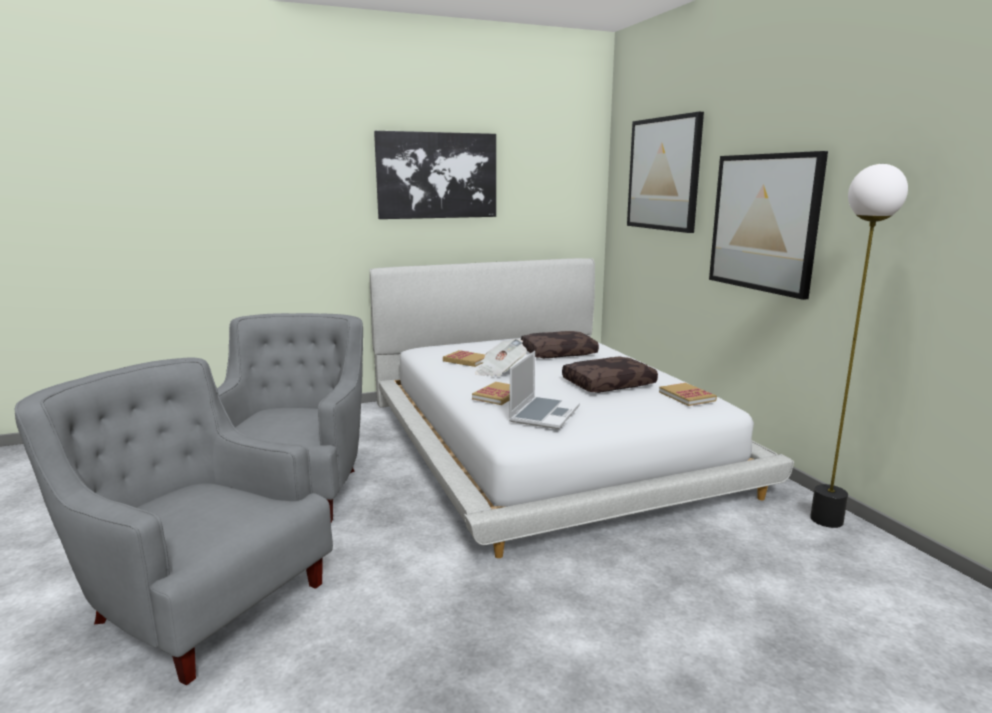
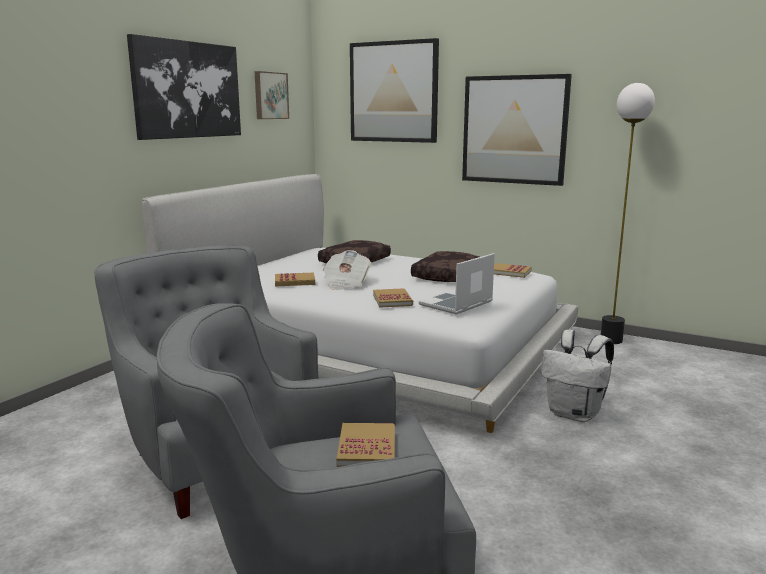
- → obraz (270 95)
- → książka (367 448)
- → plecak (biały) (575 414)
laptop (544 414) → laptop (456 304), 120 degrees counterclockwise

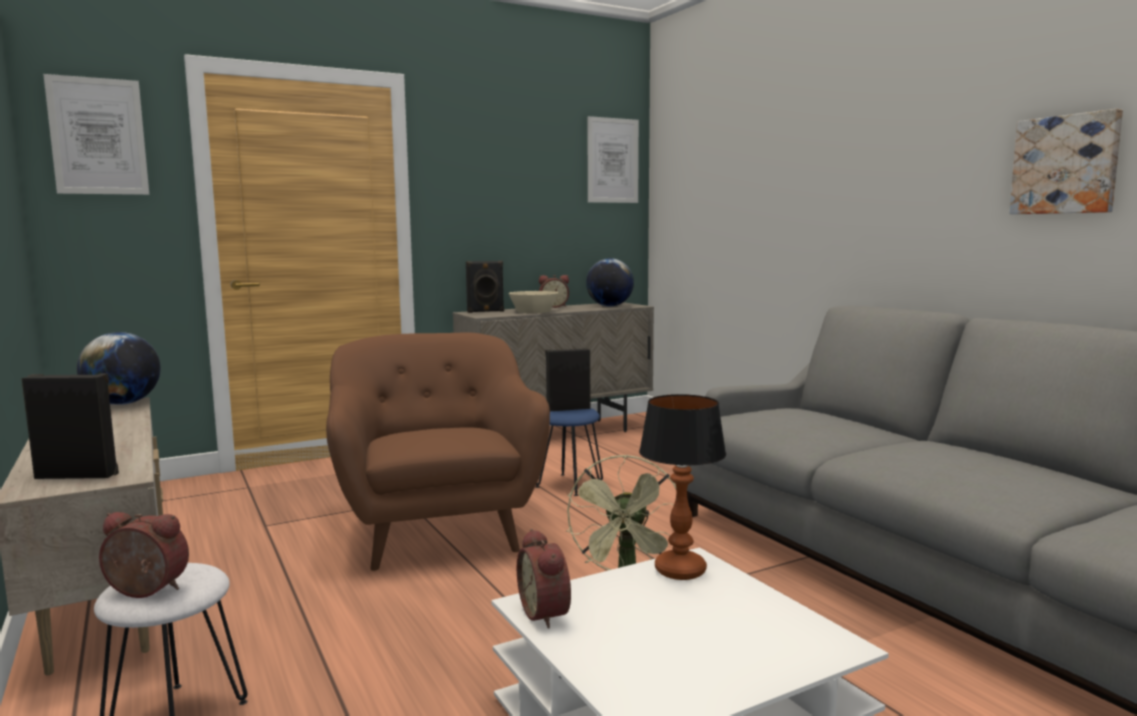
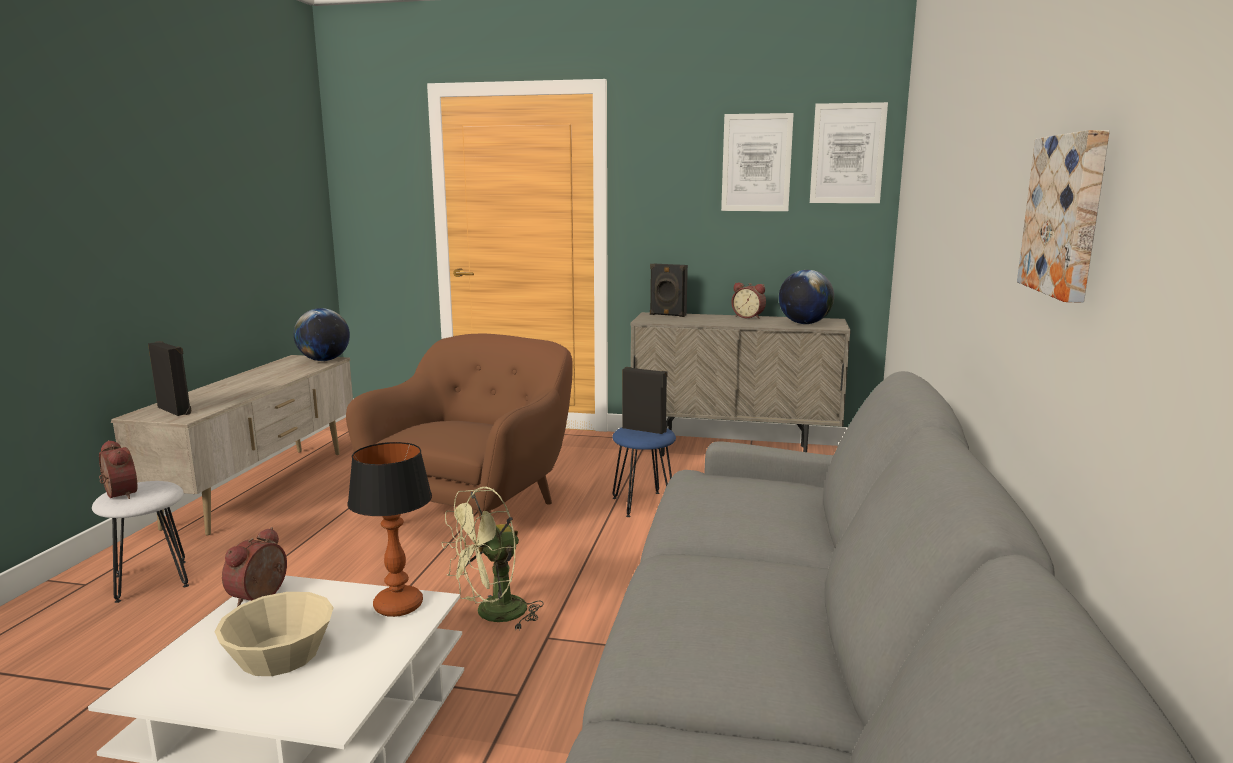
obraz (98 136) → obraz (756 163), moved
miska (beżowy) (534 311) → miska (beżowy) (279 654), moved

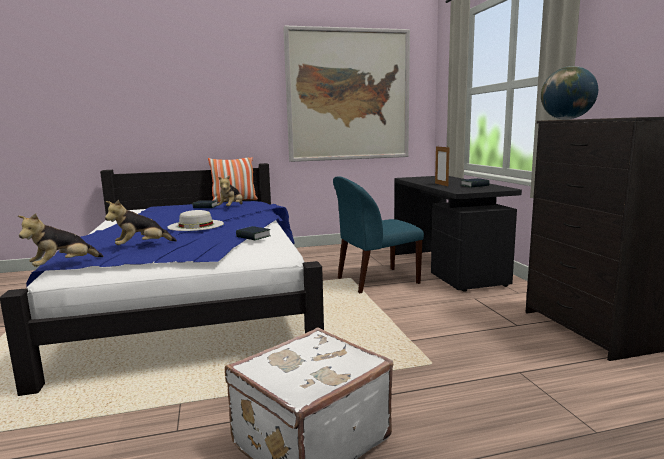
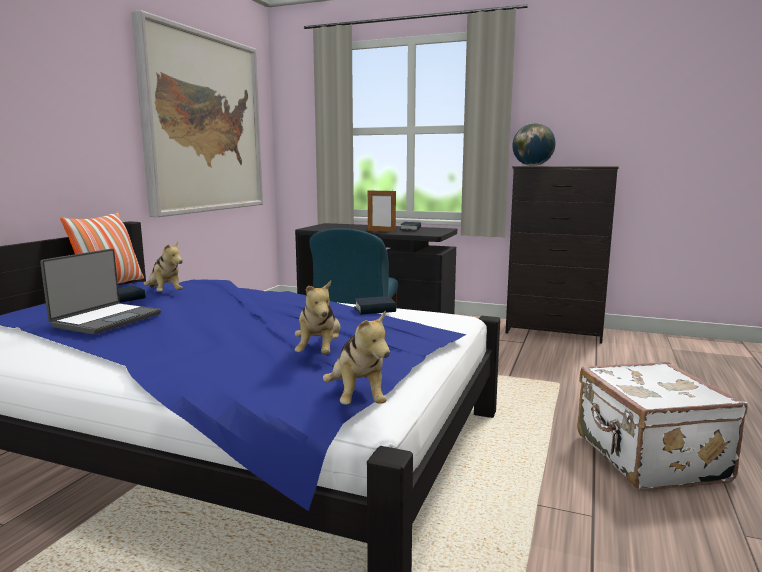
kapelusz (biały) (196 225) → -
- → laptop (106 320)

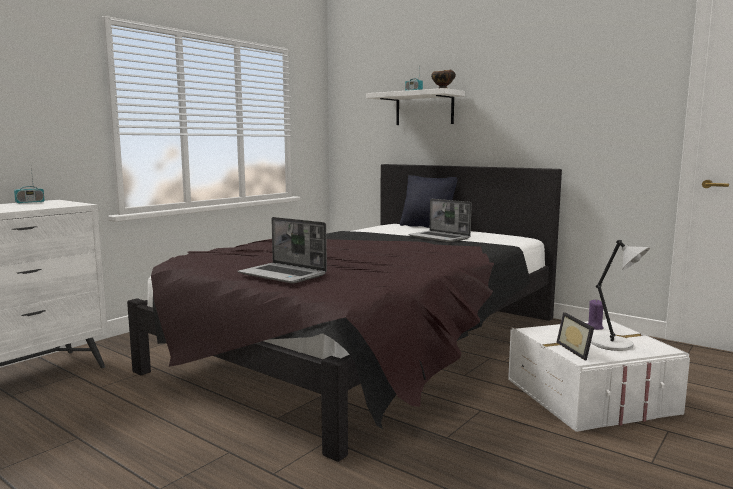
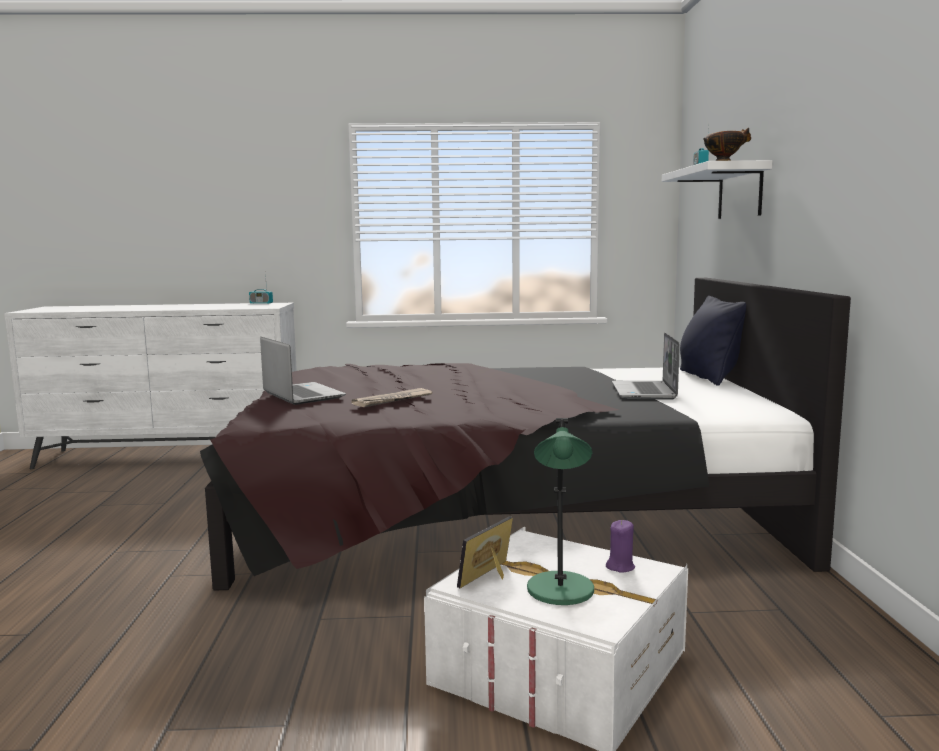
- → gazeta (393 400)
lampa stołowa (szary) (614 344) → lampa stołowa (zielony) (561 592)
laptop (283 275) → laptop (301 395), 150 degrees clockwise

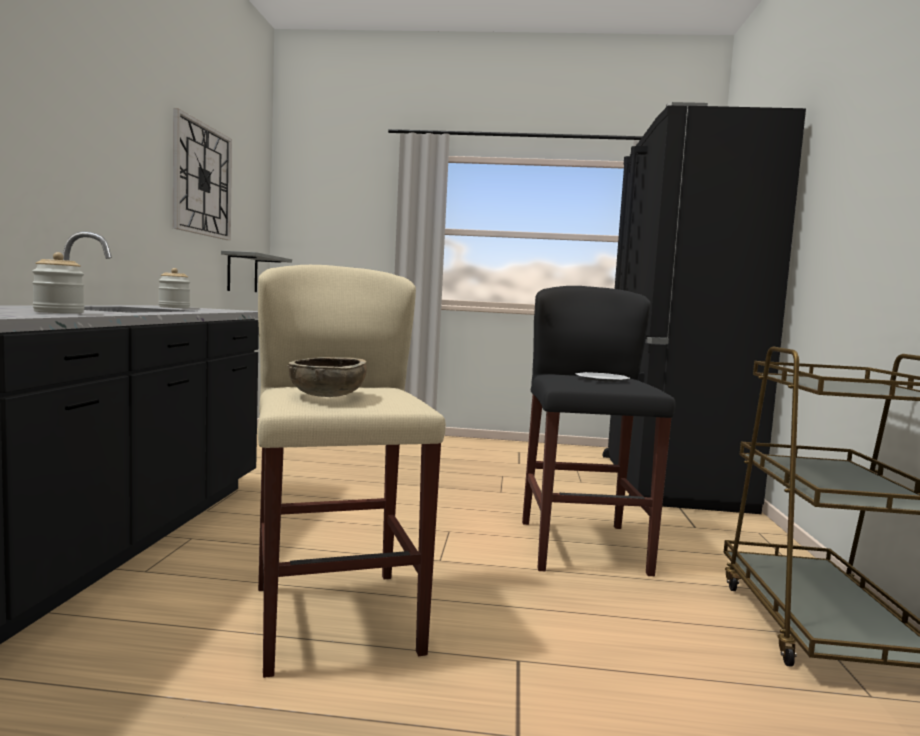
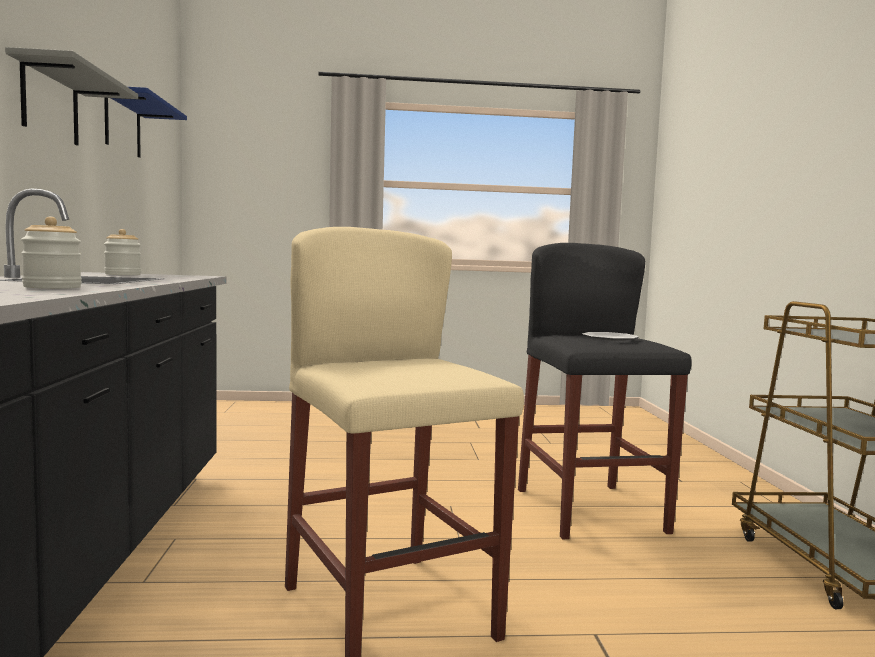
miska (brązowy) (327 396) → -
lodówka (czarny) (666 481) → -
półka (szary) (242 273) → półka (szary) (50 104), moved
zegar ścienny (202 180) → półka (niebieski) (122 126)

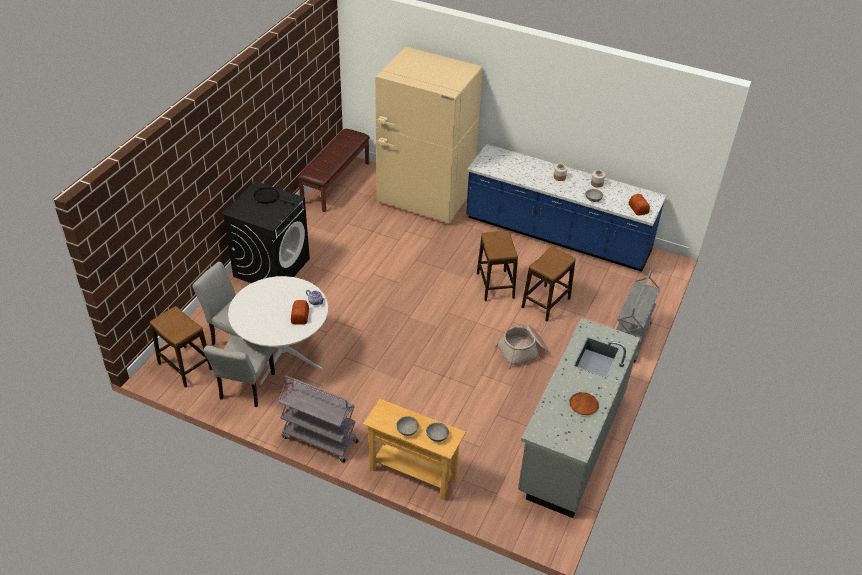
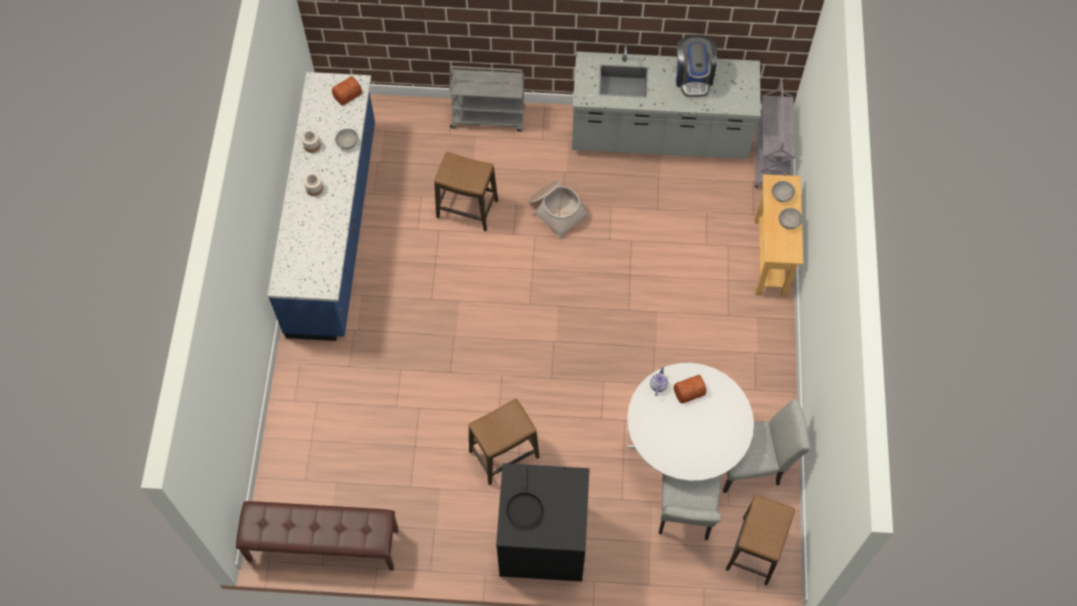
lodówka (beżowy) (425 199) → -
wózek (szary) (319 440) → wózek (szary) (769 159), moved
stołek (495 286) → stołek (504 454), moved
talerz (brązowy) (583 405) → ekspres do kawy (693 77)

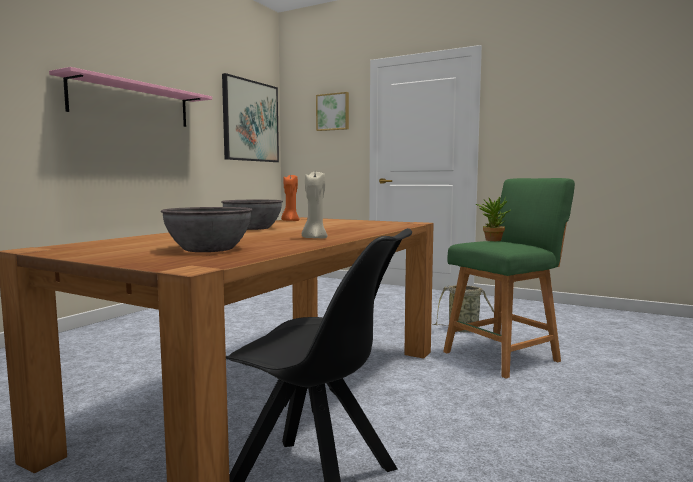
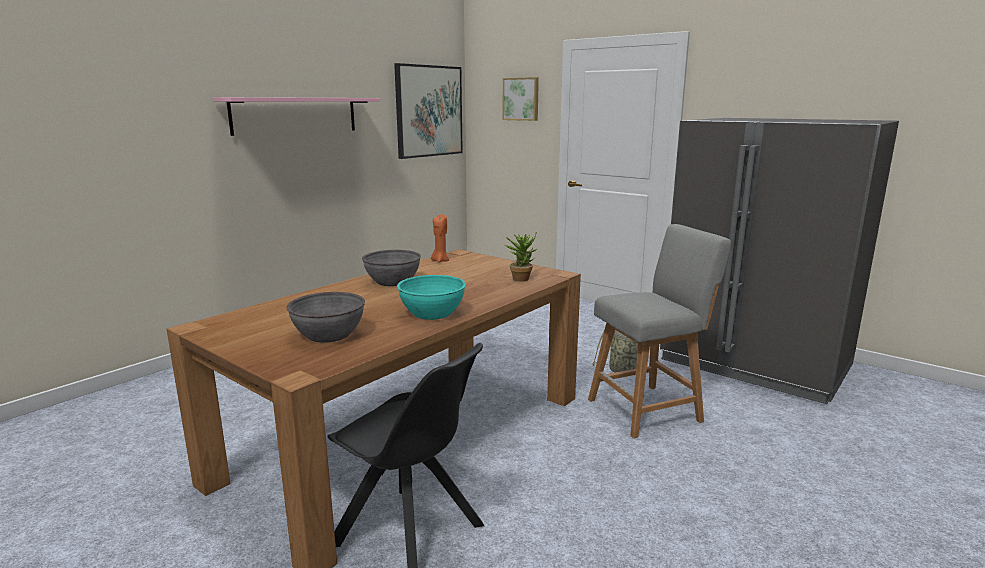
- → lodówka (szary) (755 363)
roślina doniczkowa (492 240) → roślina doniczkowa (521 278), moved
świeca (beżowy) (314 238) → miska (turkusowy) (432 313)
stołek (zielony) (504 355) → stołek (szary) (649 409)

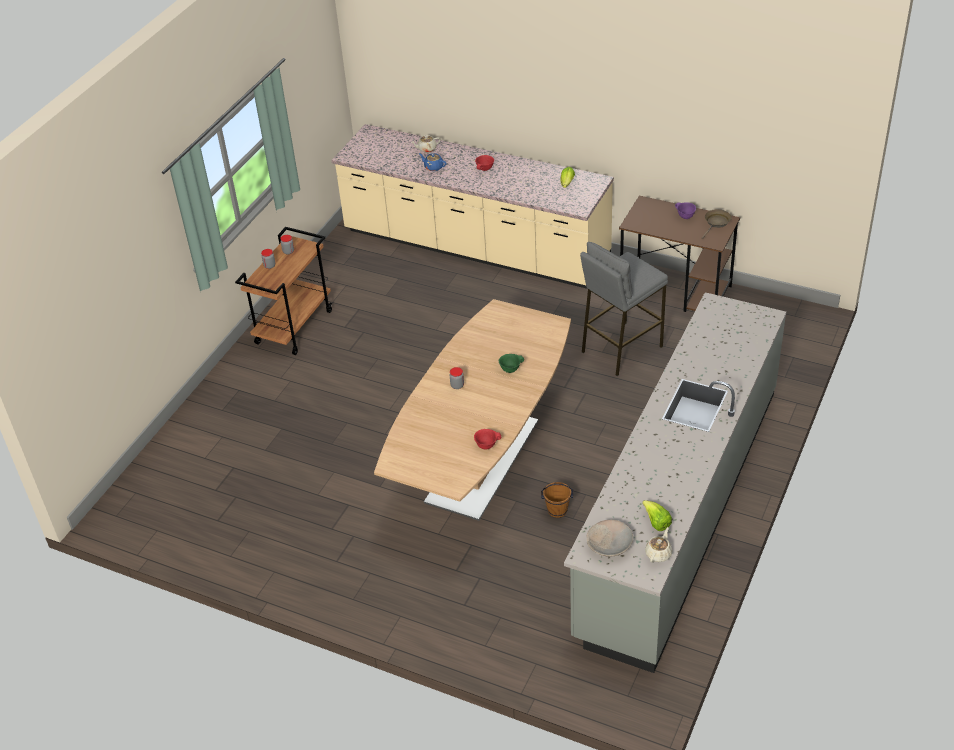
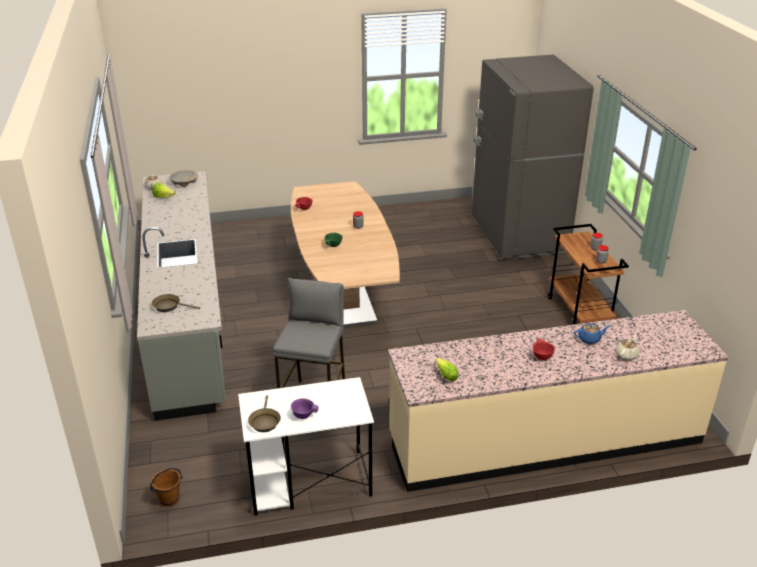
- → patelnia (brązowy) (169 306)
- → lodówka (szary) (518 236)
wiadro (brązowy) (557 511) → wiadro (brązowy) (169 499), moved
biurko (brązowy) (676 291) → biurko (biały) (308 482)

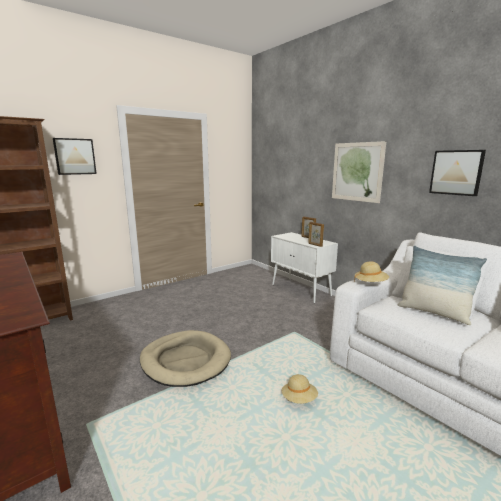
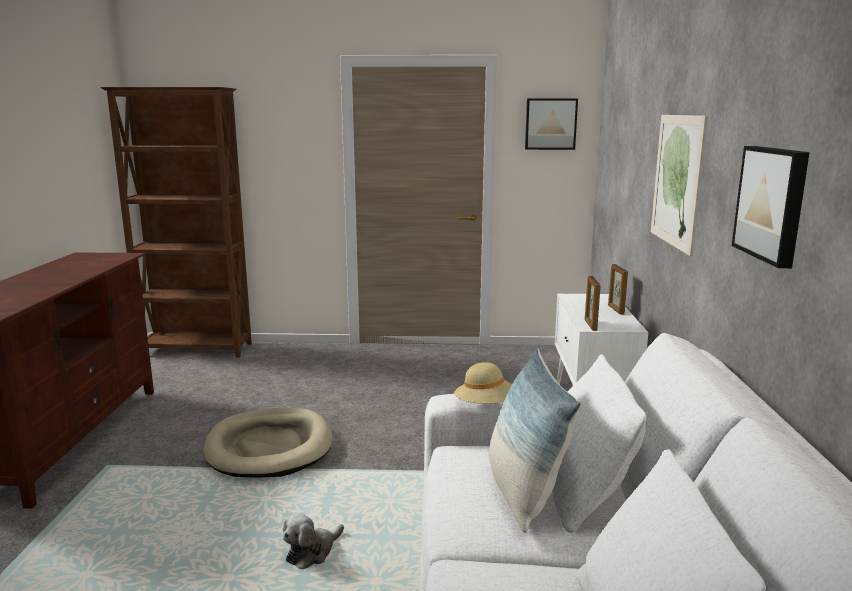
obraz (75 156) → obraz (550 124), moved
kapelusz (beżowy) (299 399) → pluszak (312 552)

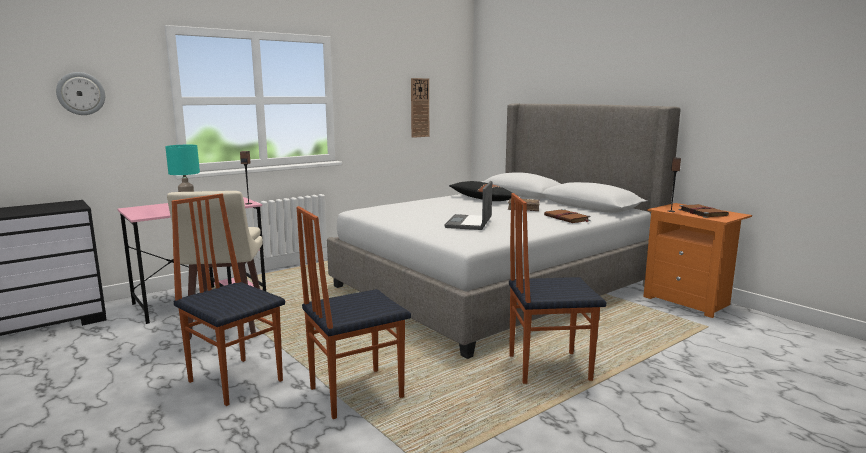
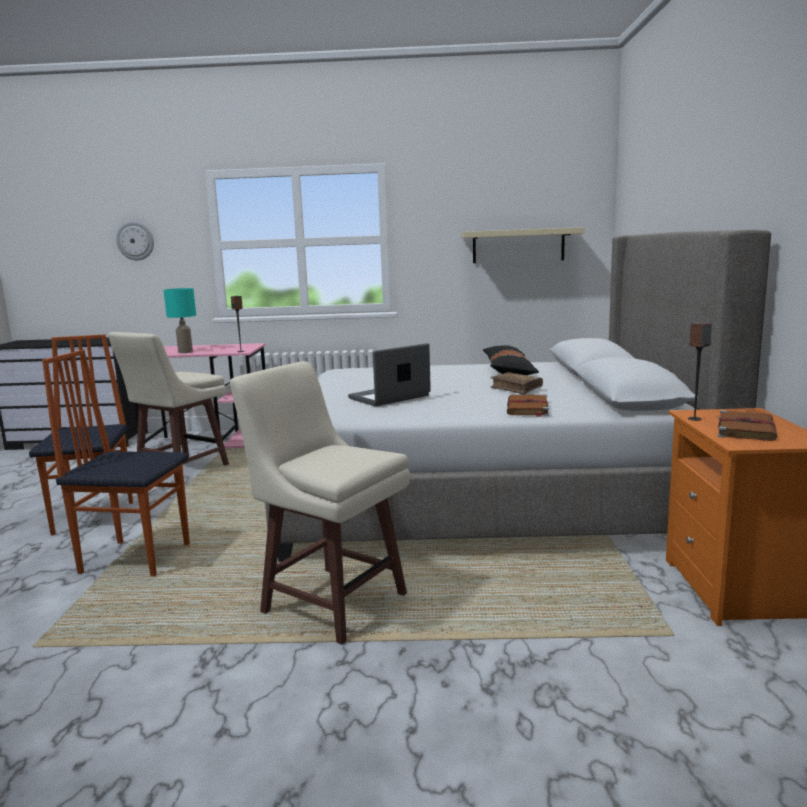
zegar ścienny (419 108) → półka (beżowy) (518 246)
krzesło (547 367) → stołek (beżowy) (332 601)

